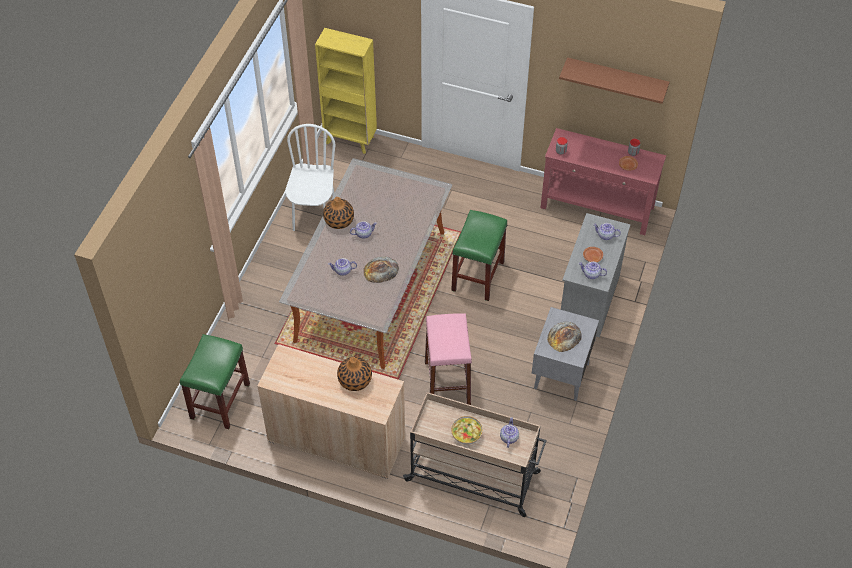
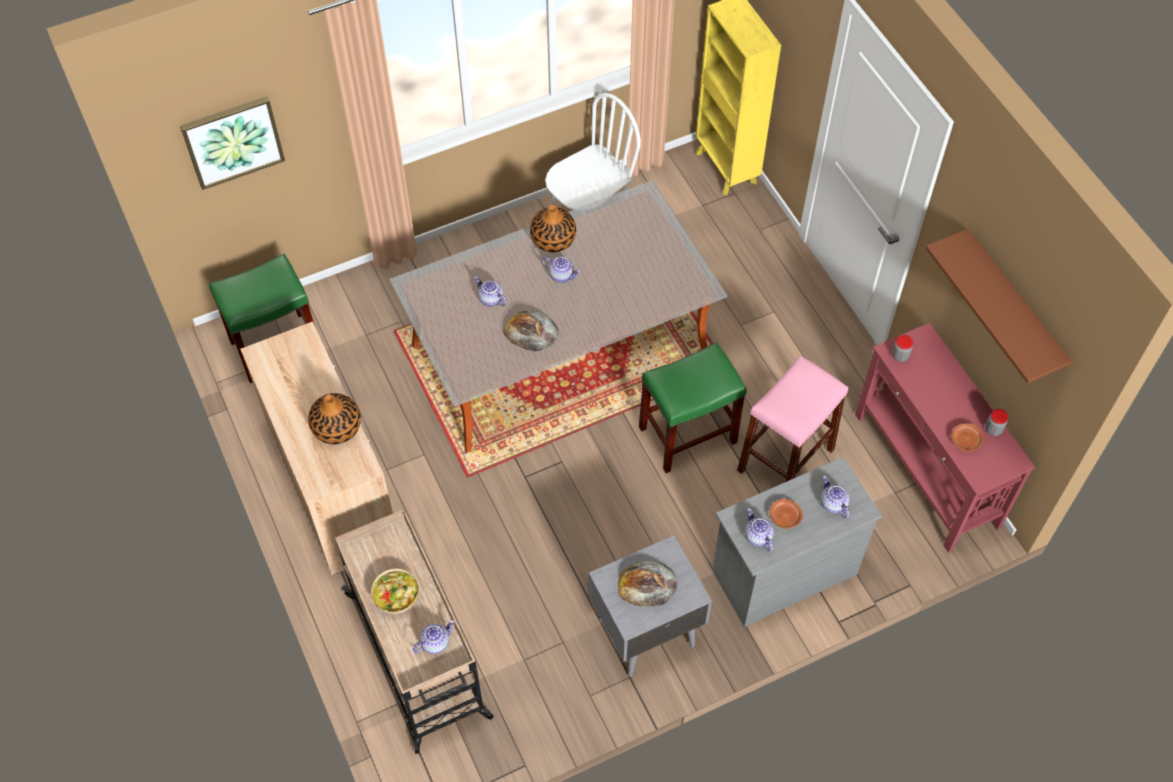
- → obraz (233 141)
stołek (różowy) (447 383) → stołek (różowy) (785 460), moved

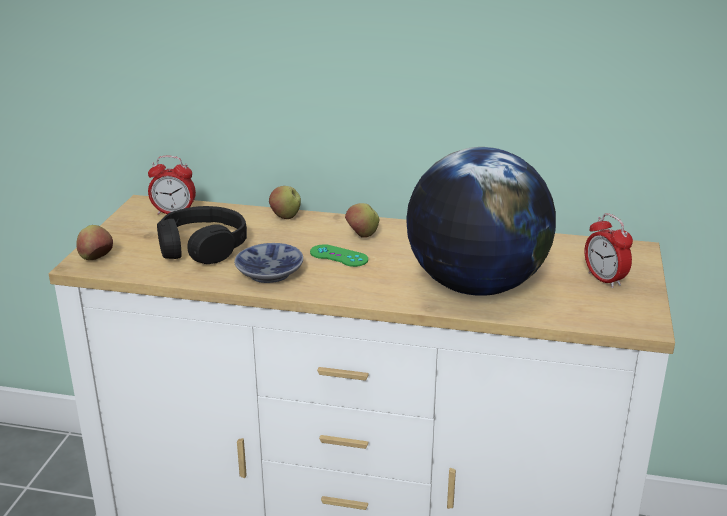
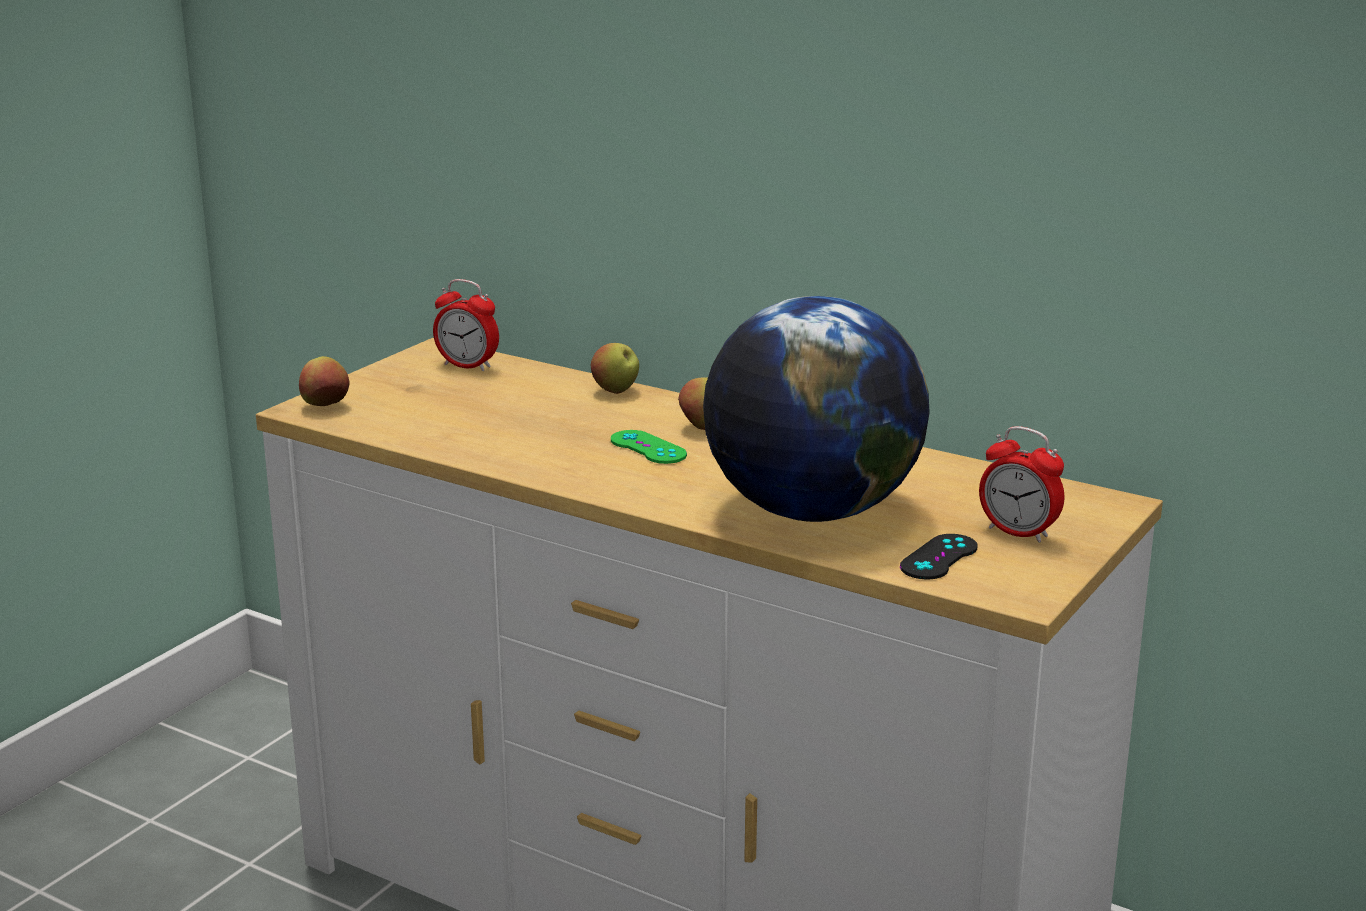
słuchawki (czarny) (202 247) → -
miska (270 272) → -
- → pad do gier (czarny) (939 557)
budzik (604 279) → budzik (1018 533), 45 degrees counterclockwise

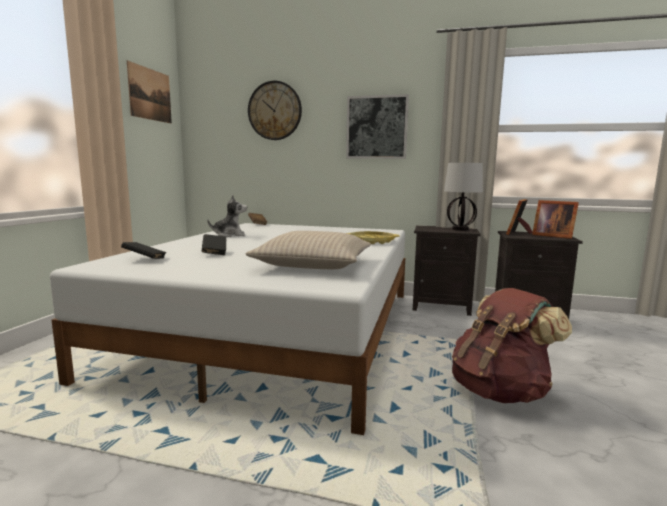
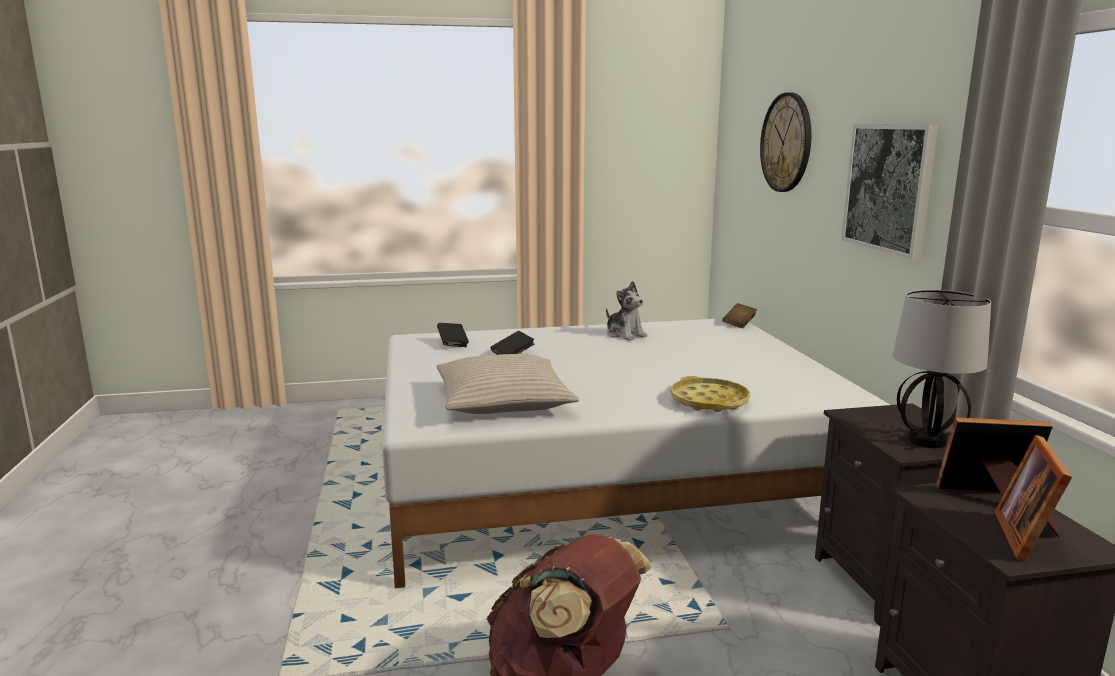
obraz (150 94) → -

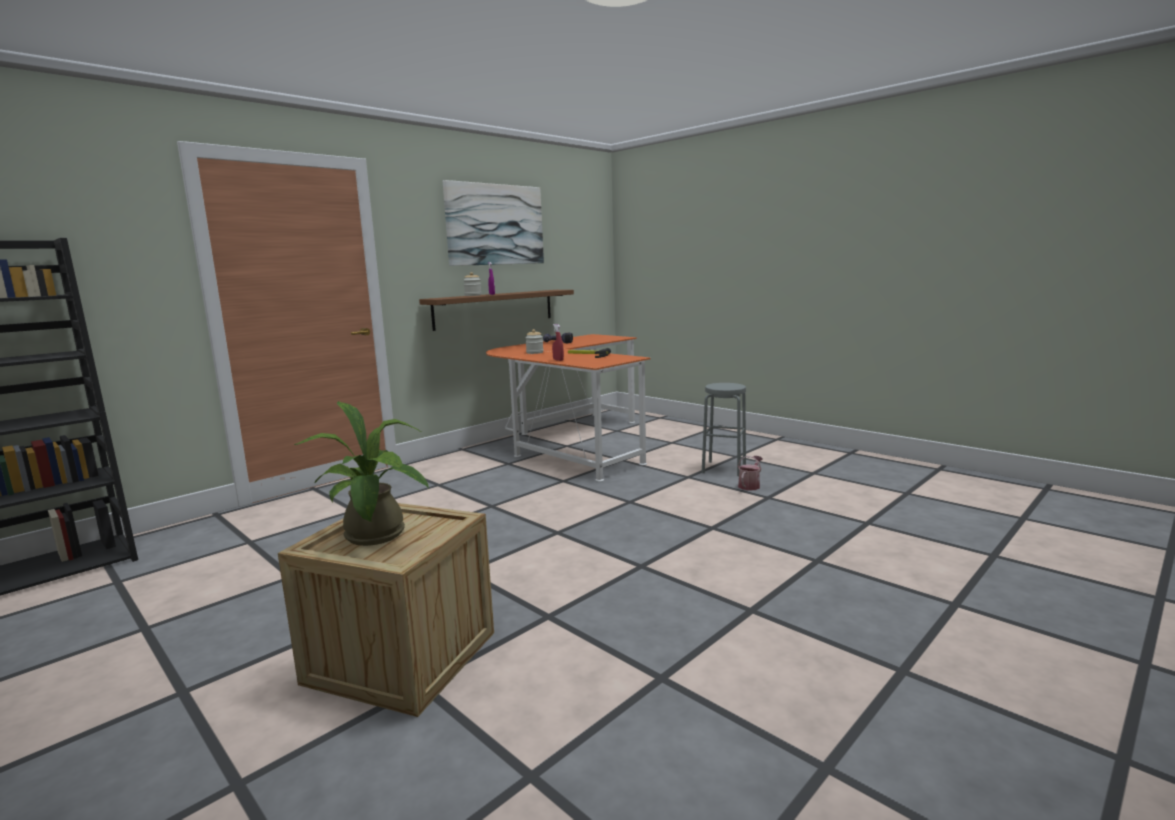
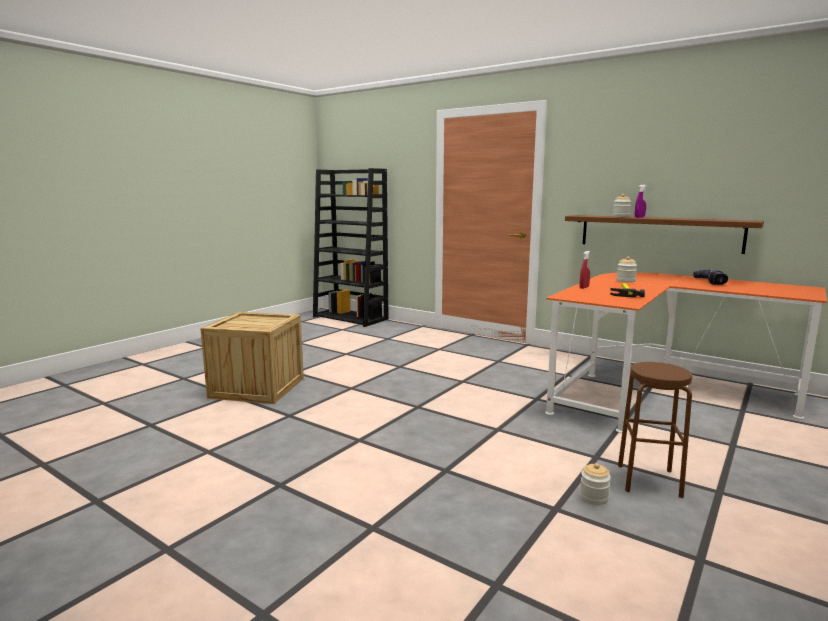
roślina doniczkowa (376 538) → -
obraz (495 225) → -
konewka (750 485) → słoik (594 497)
stołek (szary) (724 469) → stołek (brązowy) (648 480)

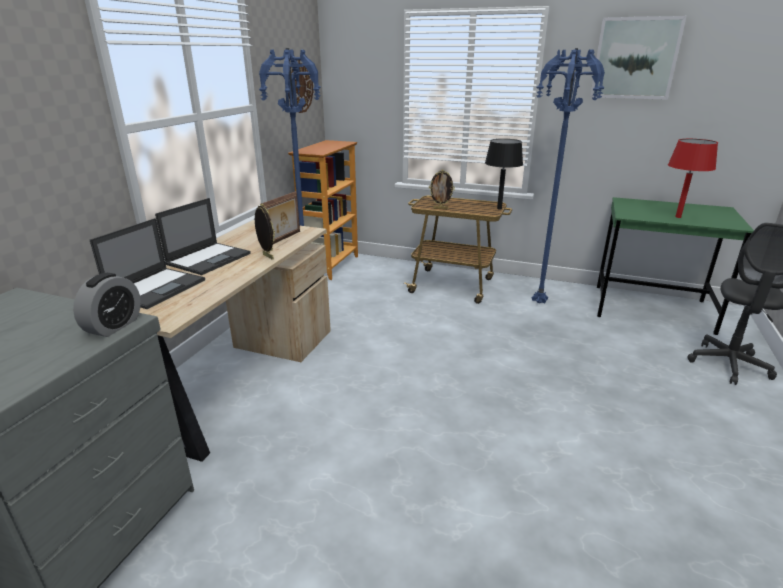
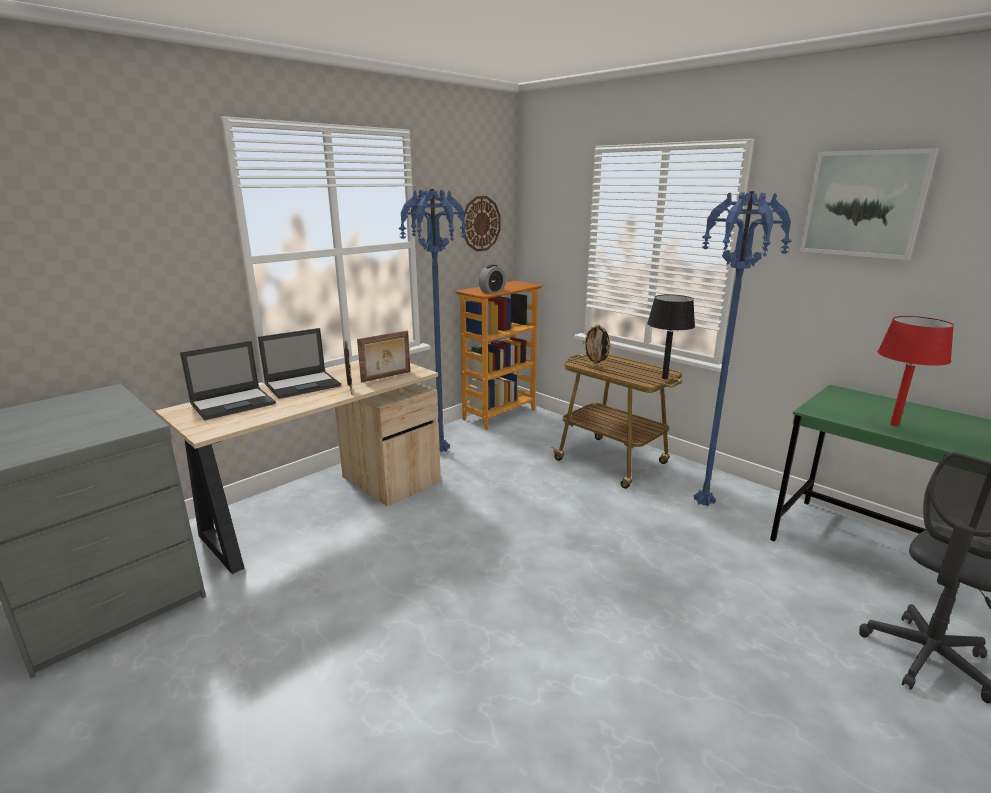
budzik (114 326) → budzik (492 291), moved

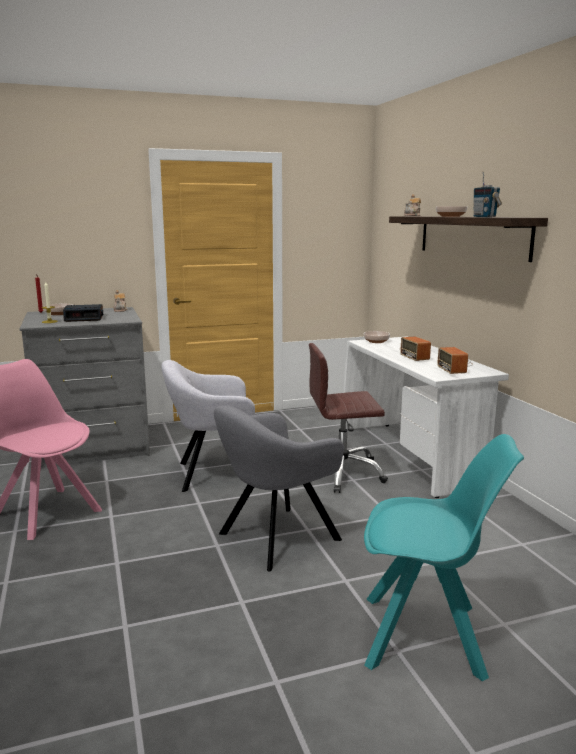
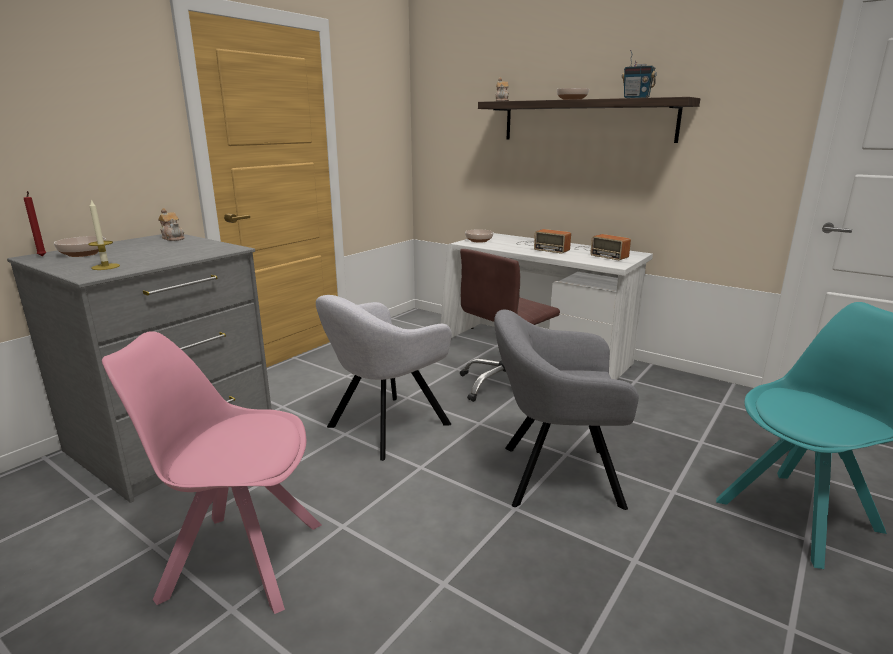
budzik (84 318) → -
fotel (szary) (275 538) → fotel (szary) (554 475), 75 degrees clockwise

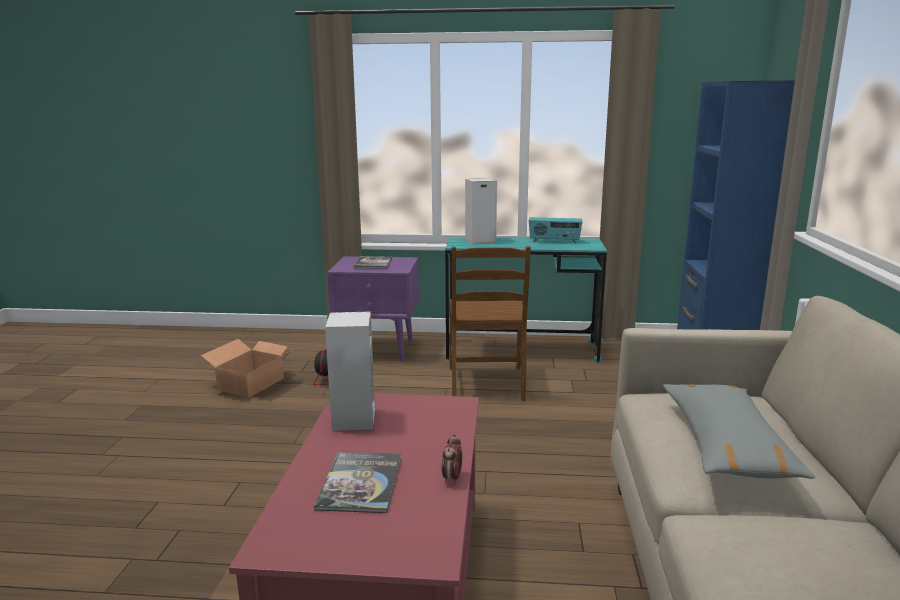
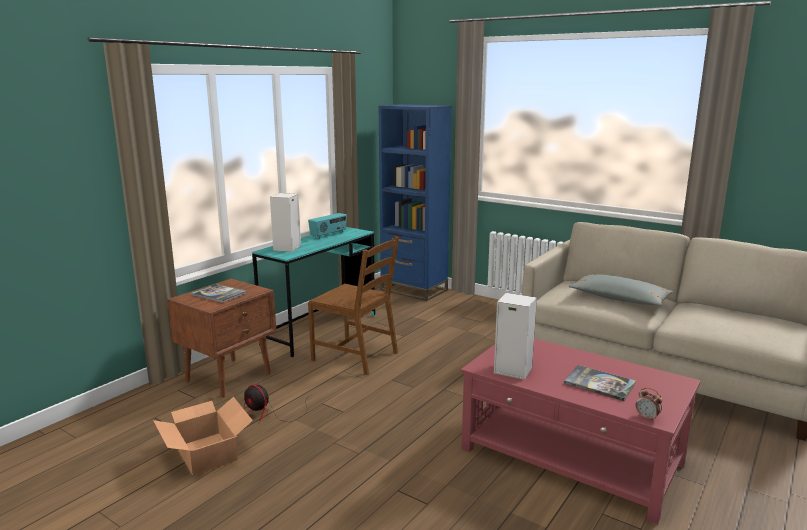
budzik (452 478) → budzik (647 417), moved
szafka nocna (fioletowy) (379 350) → szafka nocna (brązowy) (230 377)

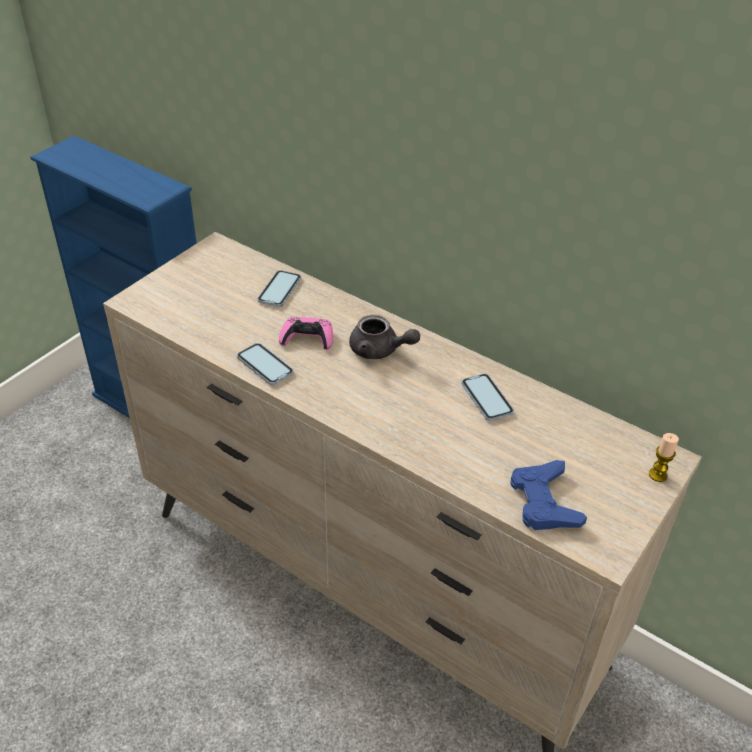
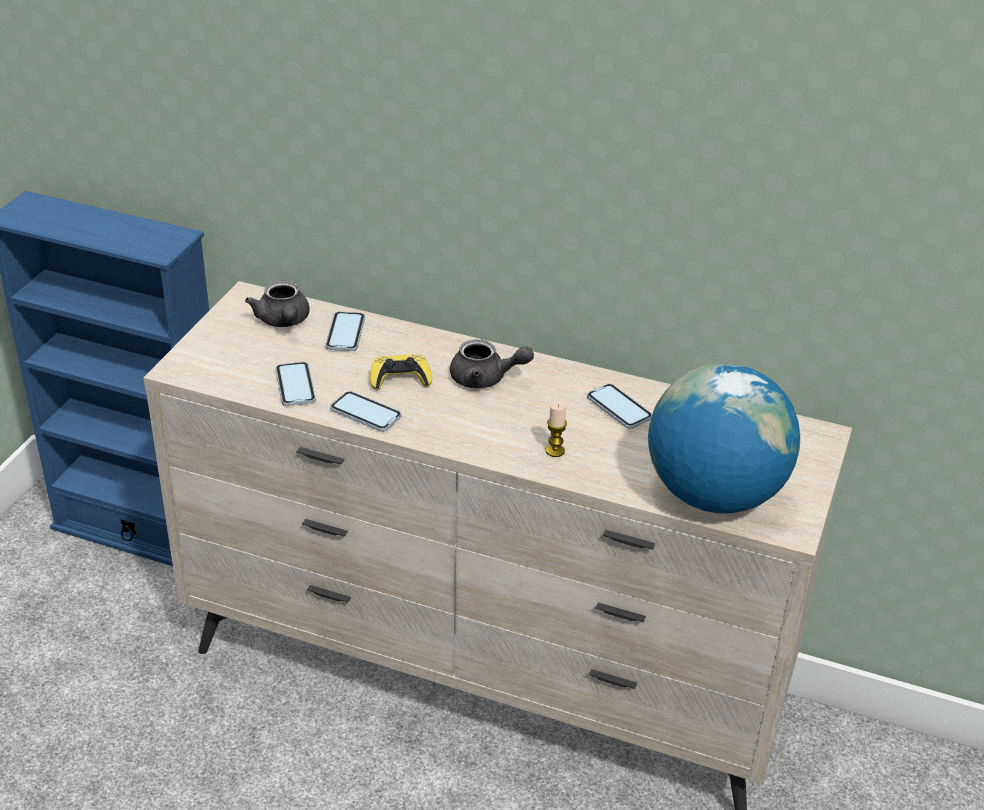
- → imbryk (szary) (283 321)
- → telefon (295 386)
świeca (657 475) → świeca (555 451), moved
pad do gier (niebieski) (544 501) → globus (714 494)
pad do gier (różowy) (307 338) → pad do gier (żółty) (400 378)

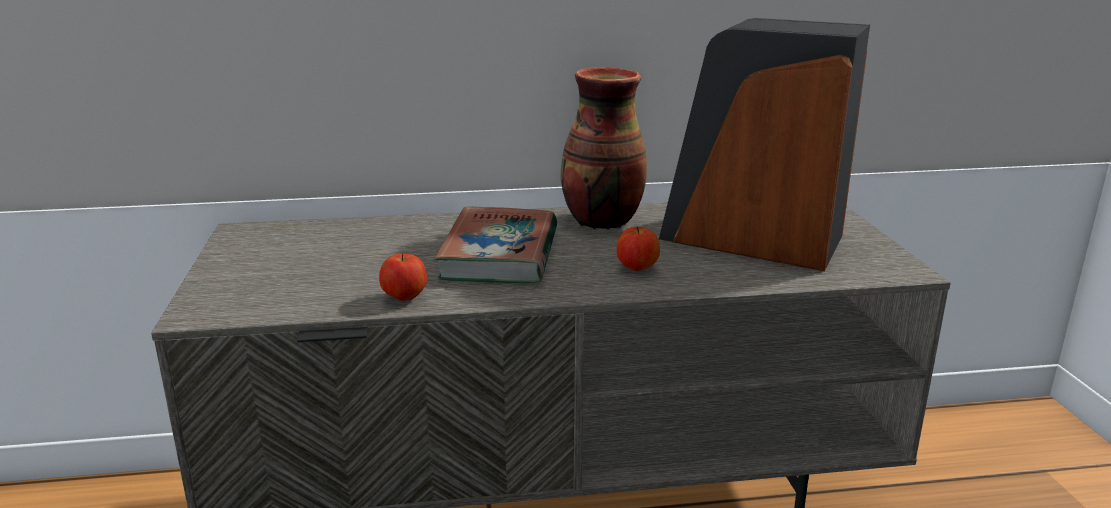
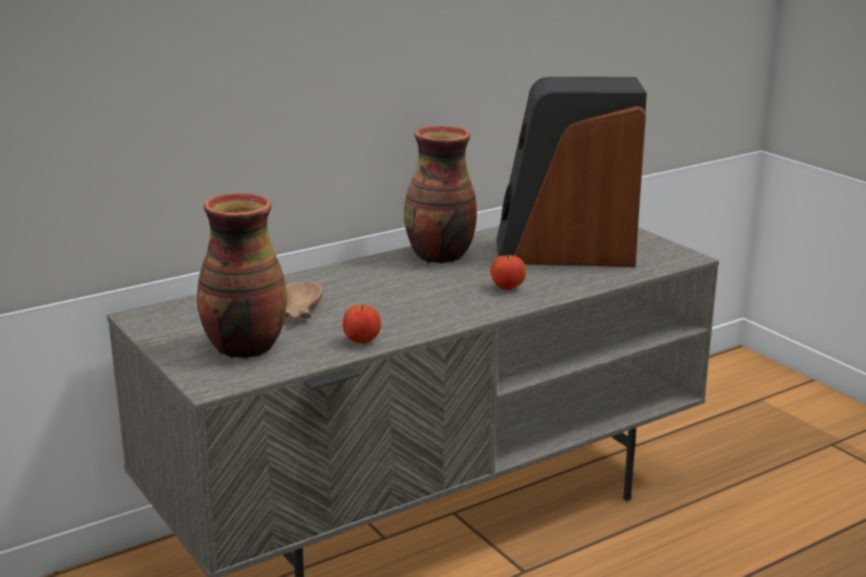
książka (500 254) → -
- → wazon (243 348)
- → miska (brązowy) (298 310)

